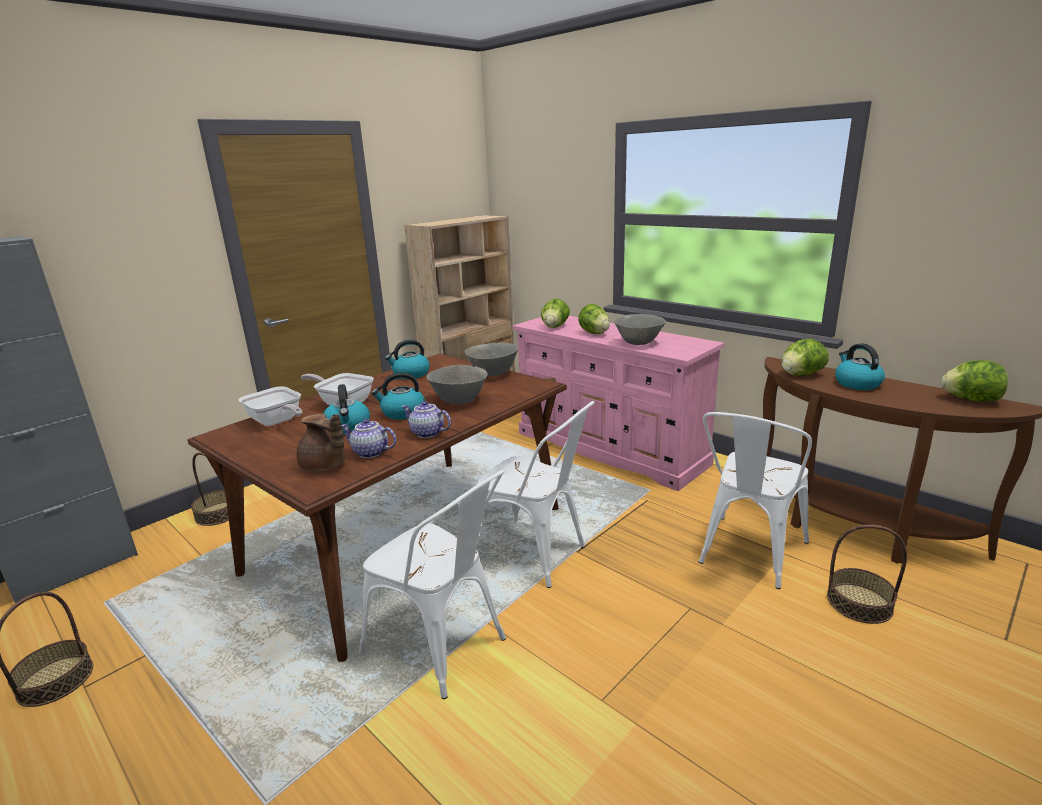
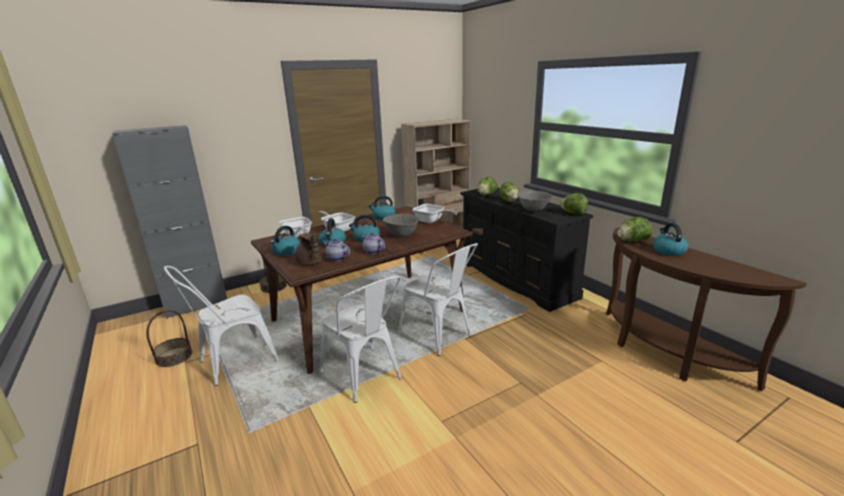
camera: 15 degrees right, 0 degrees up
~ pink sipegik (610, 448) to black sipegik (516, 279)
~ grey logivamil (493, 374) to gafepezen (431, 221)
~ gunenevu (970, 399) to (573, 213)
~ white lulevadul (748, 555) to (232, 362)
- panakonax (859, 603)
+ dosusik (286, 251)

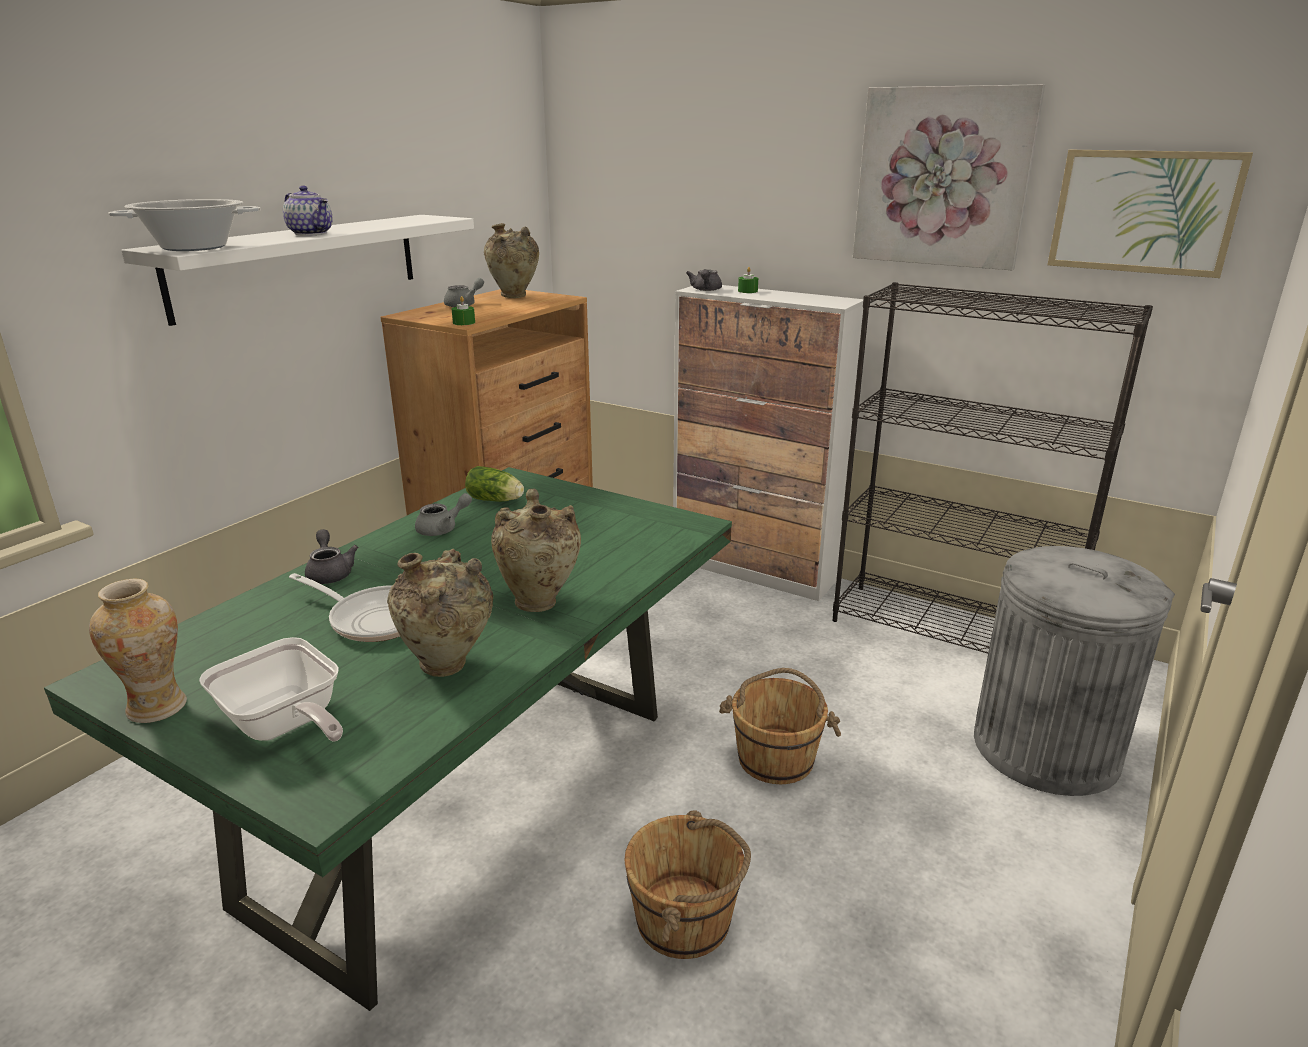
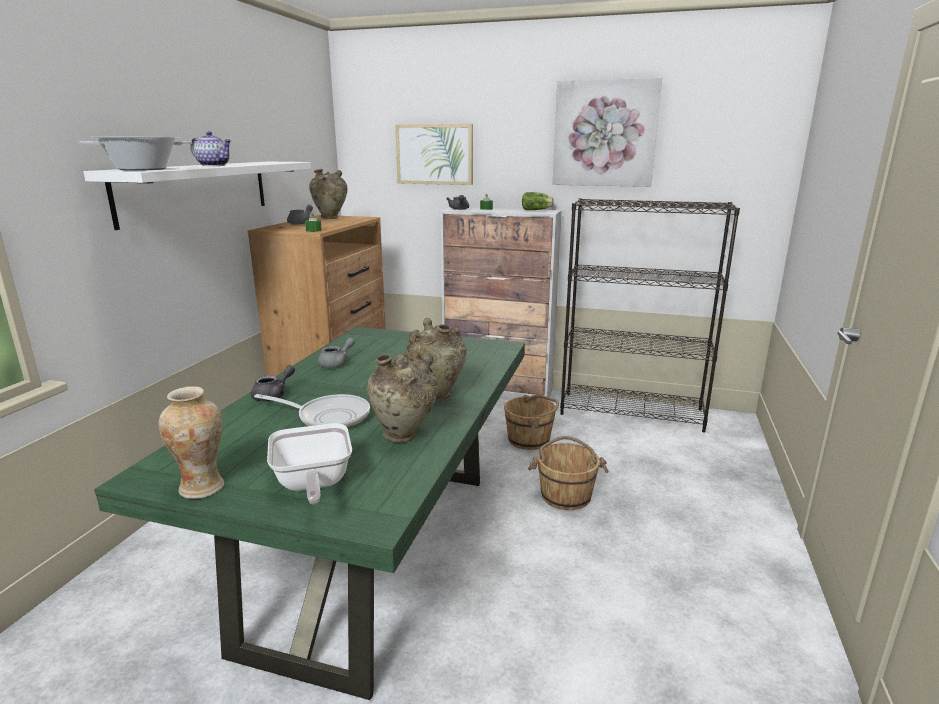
camera: 15 degrees left, 5 degrees down
~ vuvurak (1143, 212) to (434, 154)
~ gunenevu (496, 500) to (537, 210)
~ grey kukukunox (330, 573) = (274, 395) 75 degrees clockwise
- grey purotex (1046, 748)
~ gafepezen (285, 726) = (312, 485) 45 degrees clockwise
~ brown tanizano (685, 920) to (529, 440)

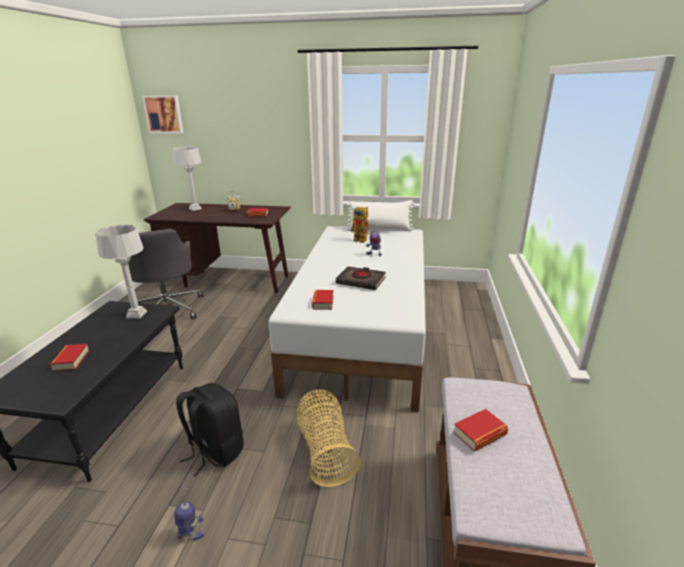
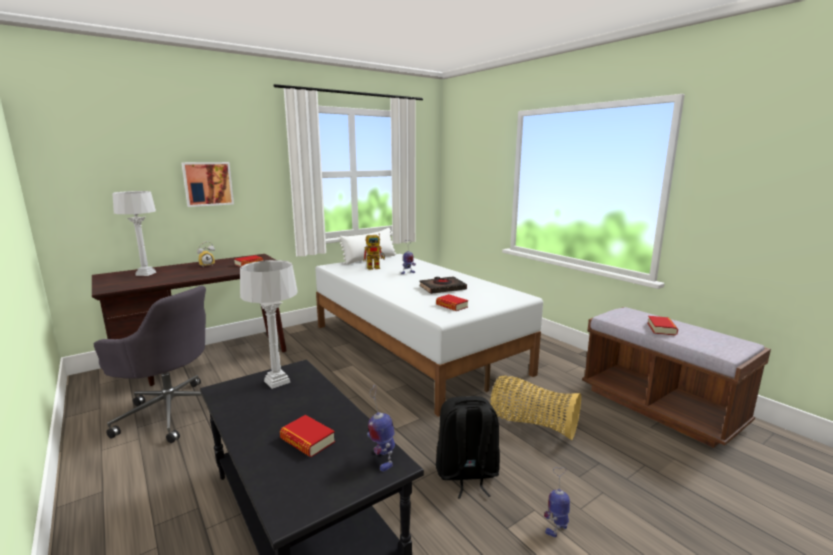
camera: 45 degrees left, 10 degrees down
~ vuvurak (164, 114) to (208, 184)
+ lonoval (382, 459)

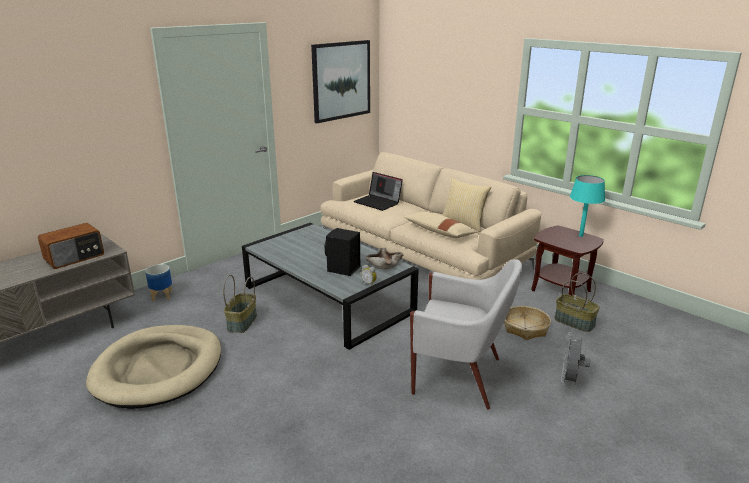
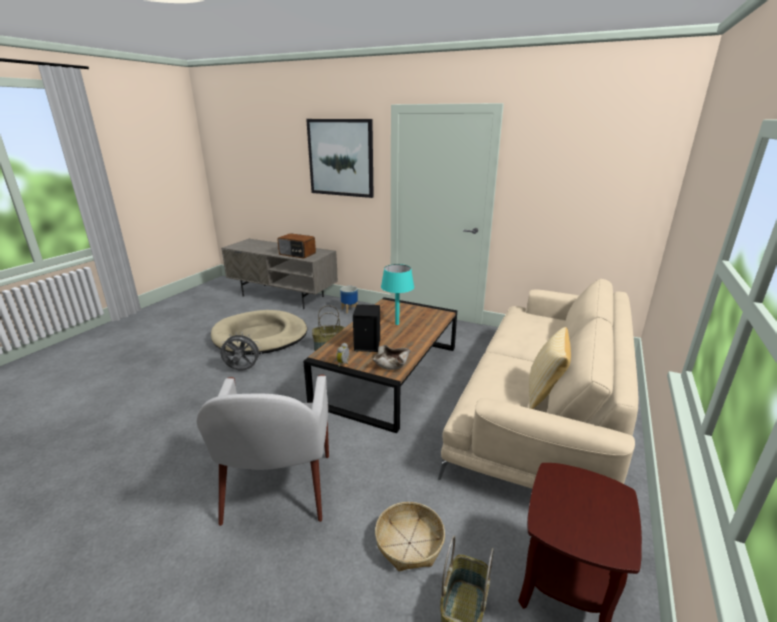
camera: 70 degrees right, 0 degrees up
~ vuvurak (341, 80) to (341, 158)
- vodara (378, 202)
~ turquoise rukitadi (581, 235) to (397, 324)
- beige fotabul (439, 232)
~ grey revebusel (328, 298) to brown revebusel (389, 374)
~ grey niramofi (569, 381) to (242, 370)

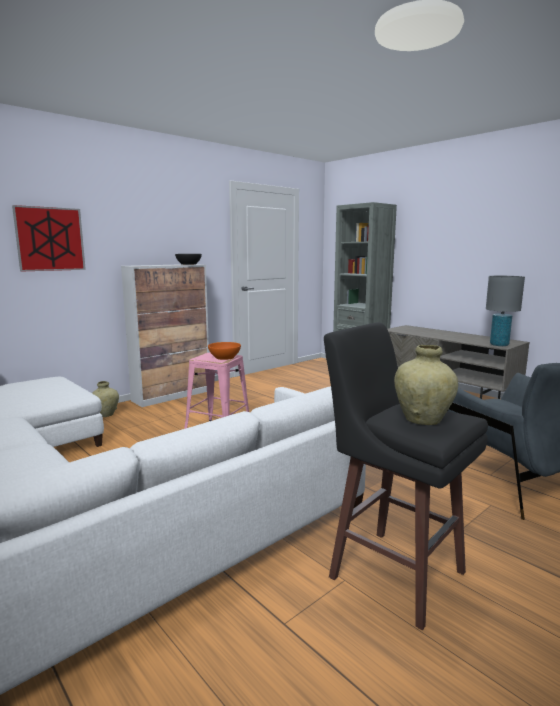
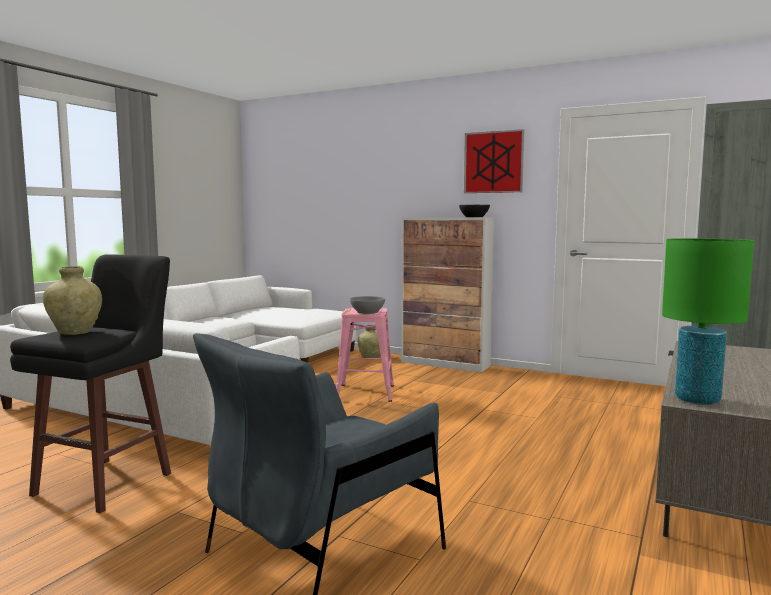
camera: 70 degrees right, 5 degrees down
~ vuvurak (50, 239) to (493, 162)
~ grey rukitadi (499, 345) to green rukitadi (697, 400)
~ orange logivamil (225, 357) to grey logivamil (367, 312)

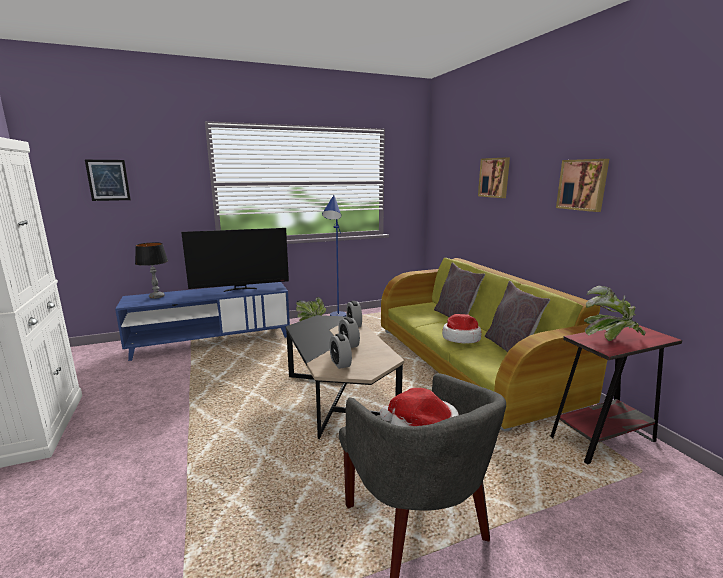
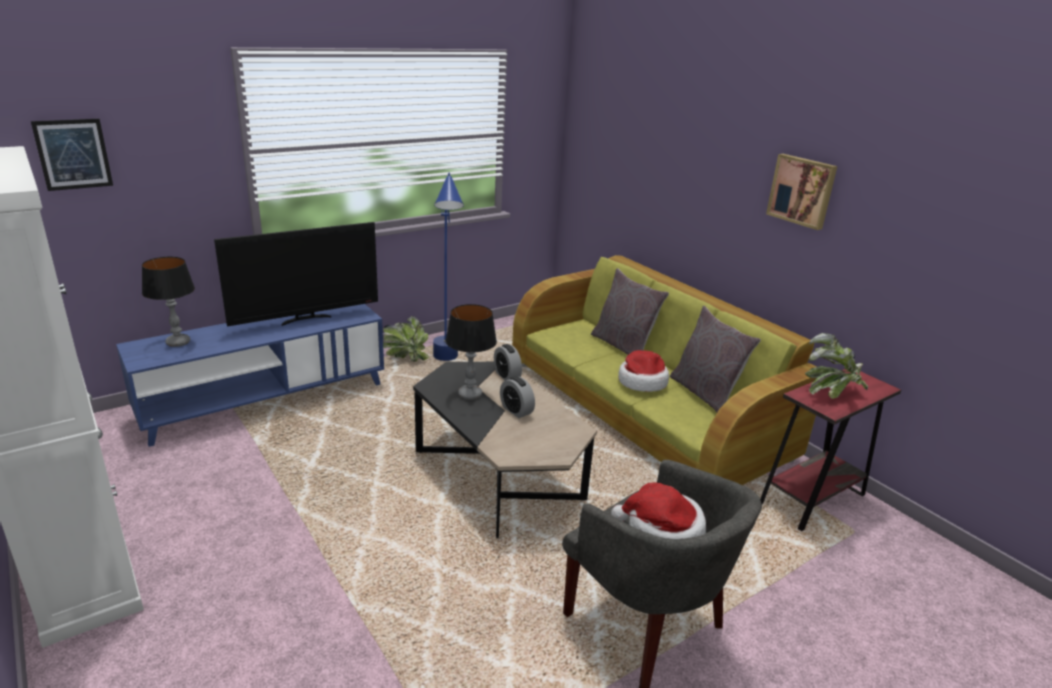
camera: 15 degrees left, 10 degrees up
- vuvurak (494, 177)
- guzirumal (340, 363)
+ rukitadi (470, 394)

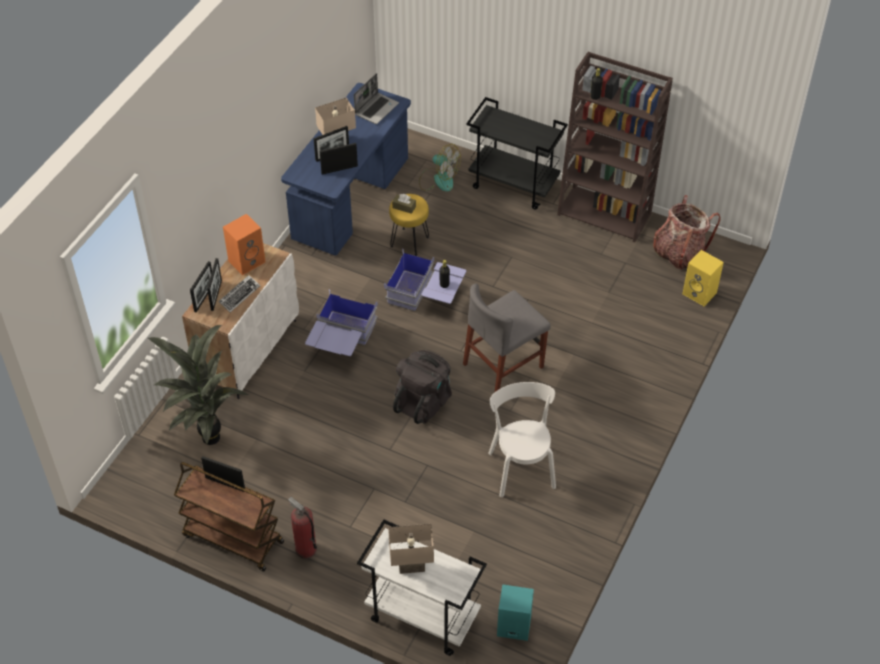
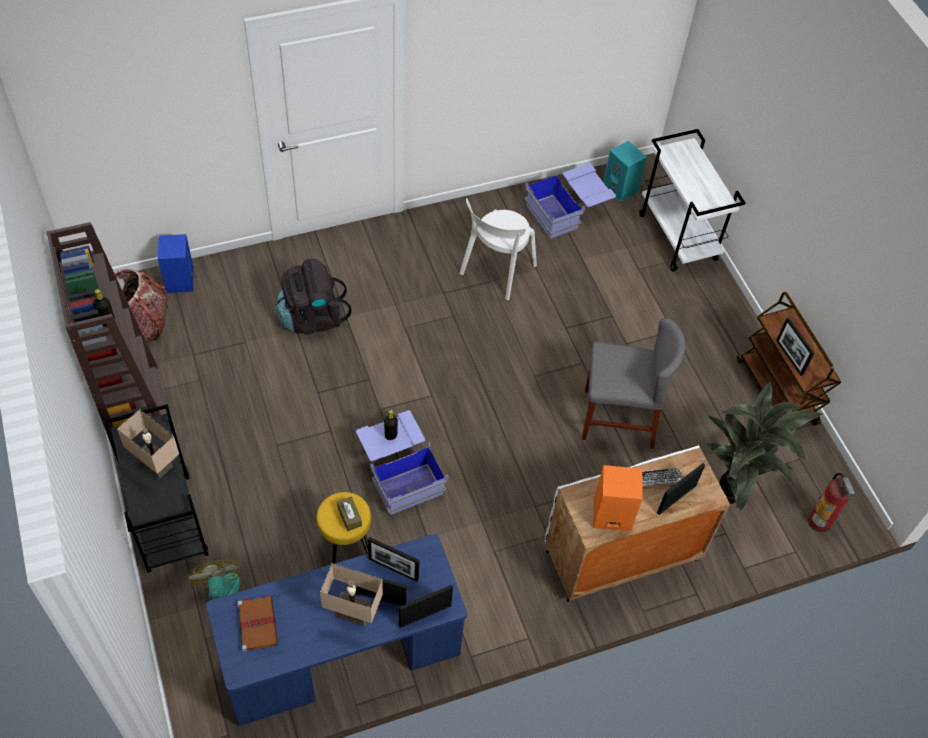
camera: 140 degrees left, 5 degrees up
~ vodara (376, 109) to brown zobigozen (257, 623)
~ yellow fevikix (700, 293) to blue fevikix (179, 280)
~ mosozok (204, 297) to (425, 615)
~ grey lulevadul (503, 365) to (618, 418)
~ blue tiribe (341, 342) to (567, 212)
~ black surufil (423, 402) to (312, 317)
~ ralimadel (305, 549) to (819, 522)
~ beige rukitadi (411, 567) to (157, 463)

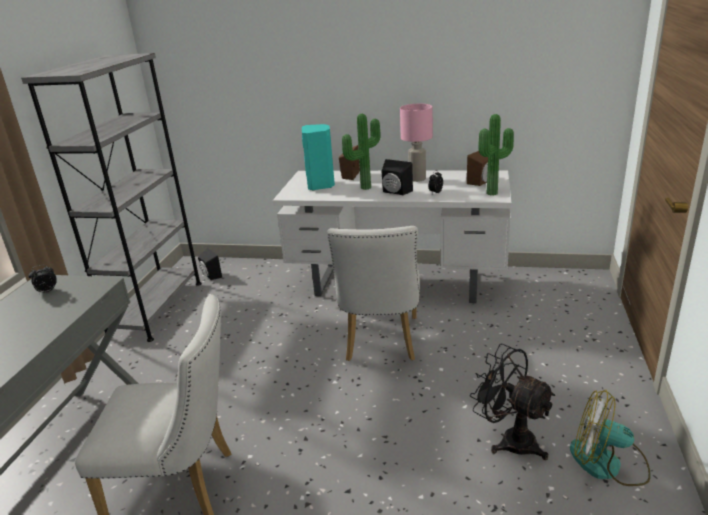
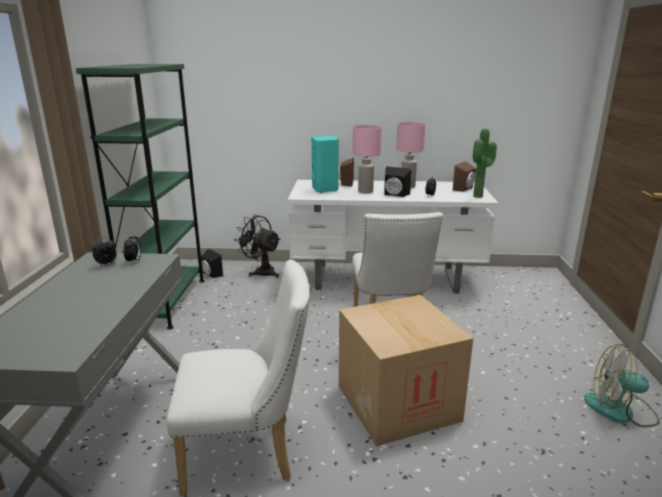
camera: 10 degrees left, 5 degrees down
~ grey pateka (156, 308) to green pateka (167, 302)
~ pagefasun (364, 187) to pink rukitadi (365, 191)
~ black niramofi (510, 439) to (261, 271)
+ guzirumal (134, 261)
+ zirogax (398, 403)

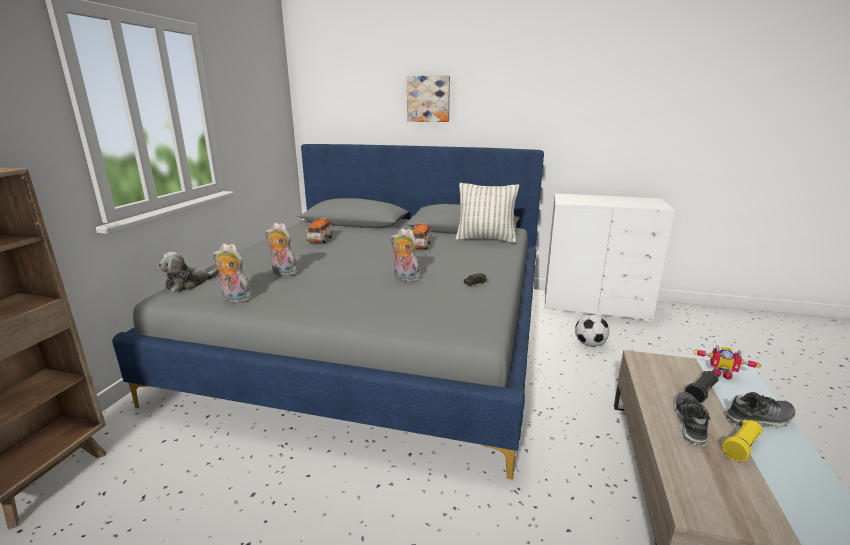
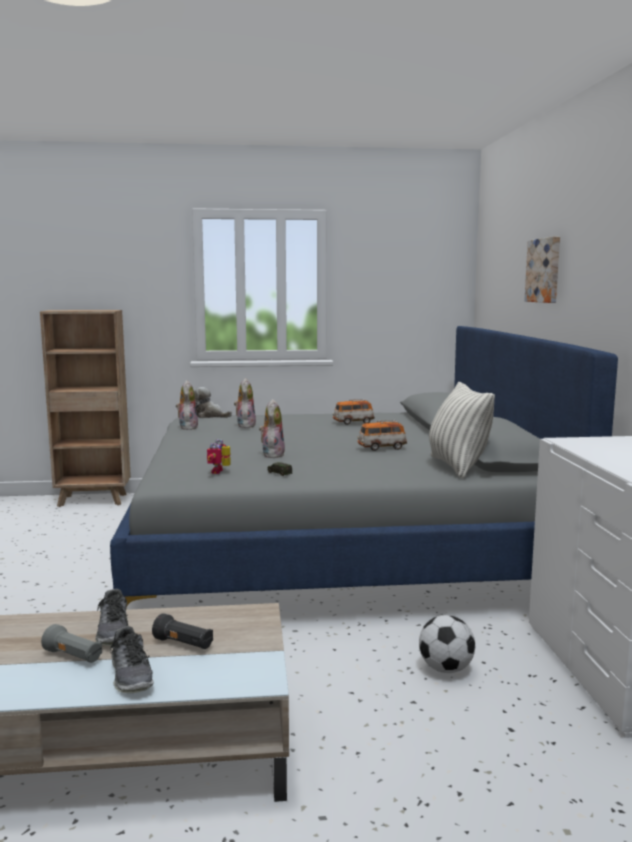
camera: 70 degrees right, 10 degrees down
~ lonoval (721, 374) to (220, 471)
~ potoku (689, 424) = (114, 631) 75 degrees clockwise
~ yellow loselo (741, 447) to grey loselo (73, 657)

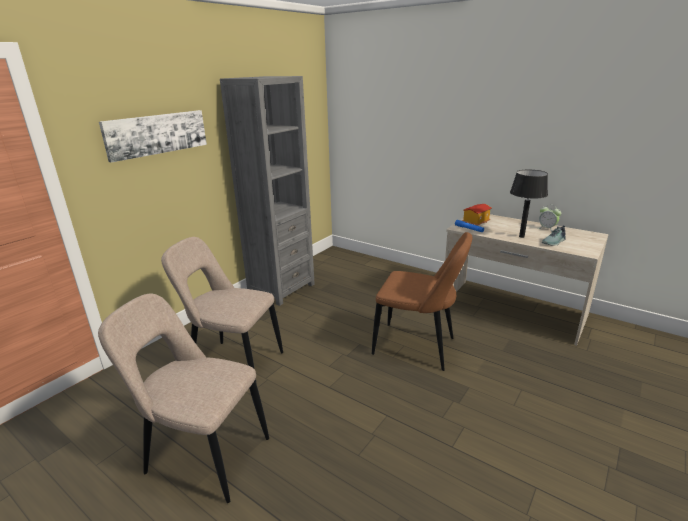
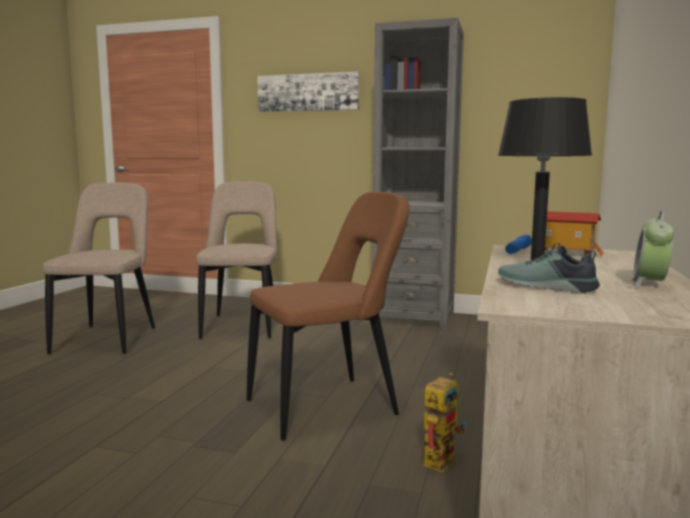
camera: 70 degrees right, 15 degrees down
~ brown lulevadul (418, 347) = (328, 406) 120 degrees counterclockwise
+ lonoval (441, 458)

